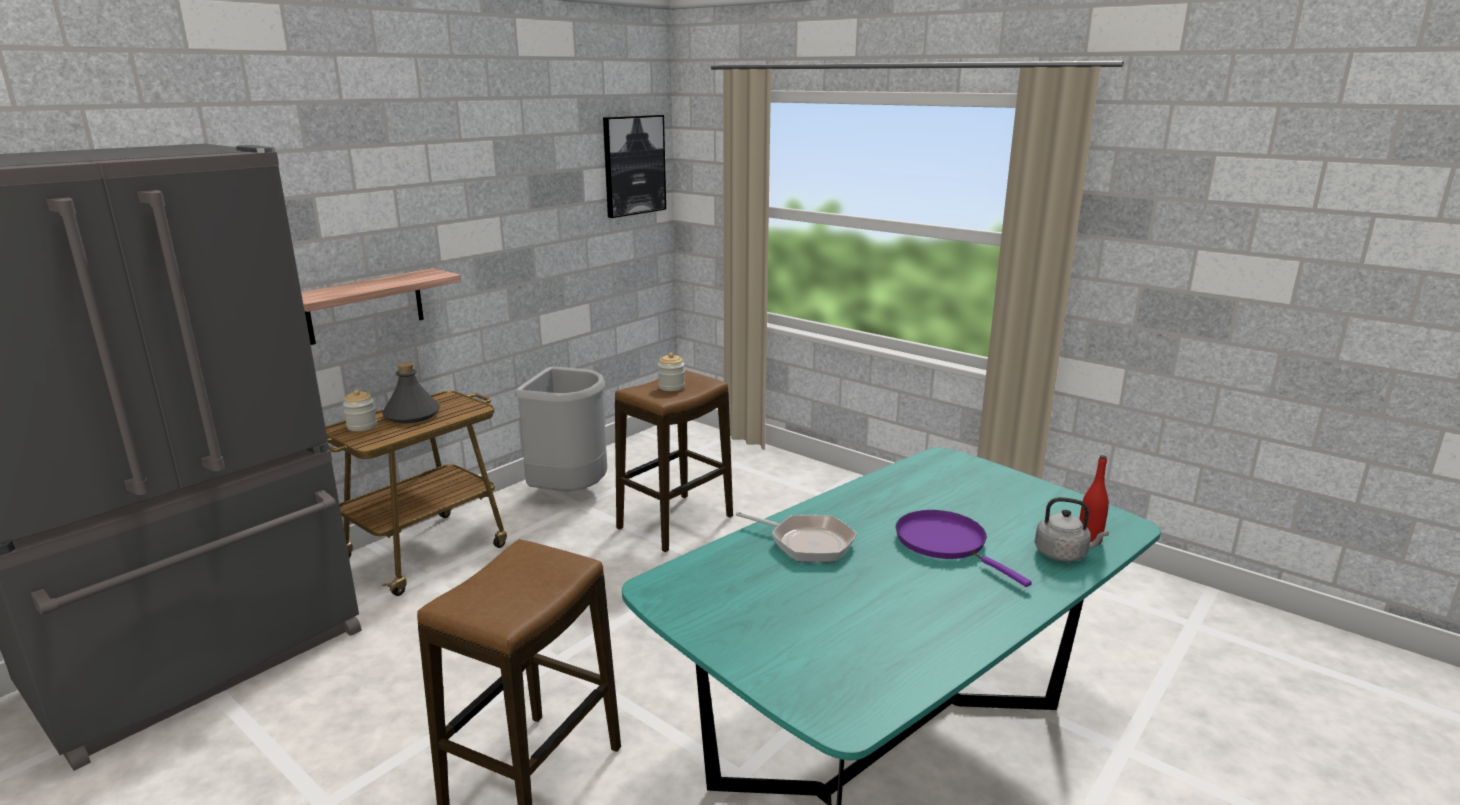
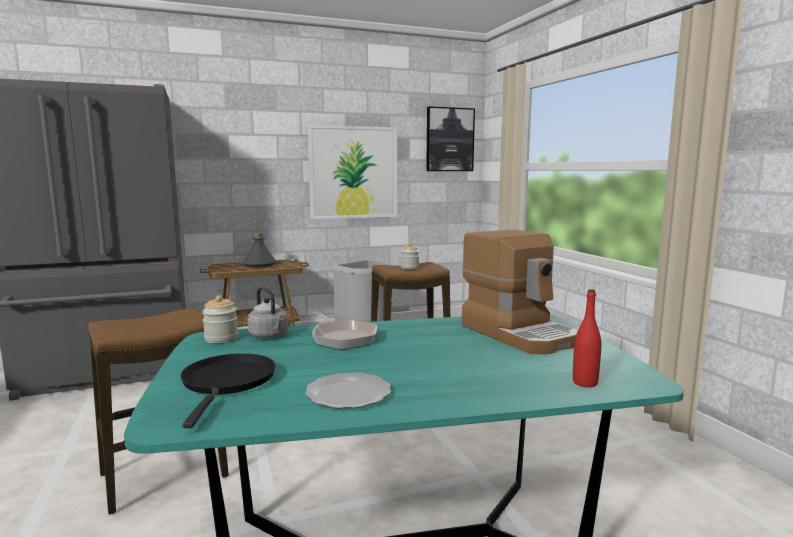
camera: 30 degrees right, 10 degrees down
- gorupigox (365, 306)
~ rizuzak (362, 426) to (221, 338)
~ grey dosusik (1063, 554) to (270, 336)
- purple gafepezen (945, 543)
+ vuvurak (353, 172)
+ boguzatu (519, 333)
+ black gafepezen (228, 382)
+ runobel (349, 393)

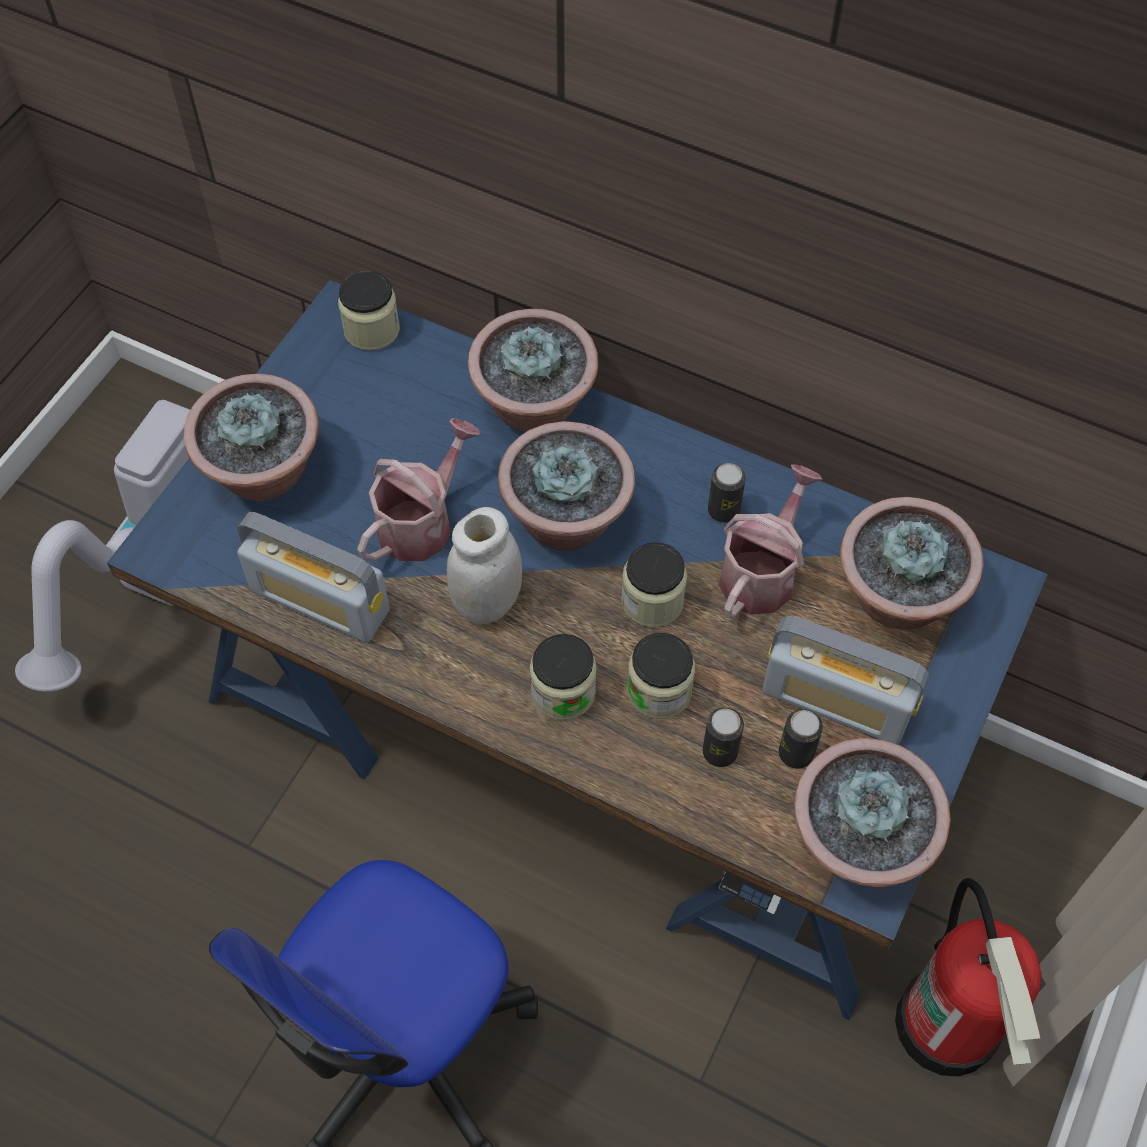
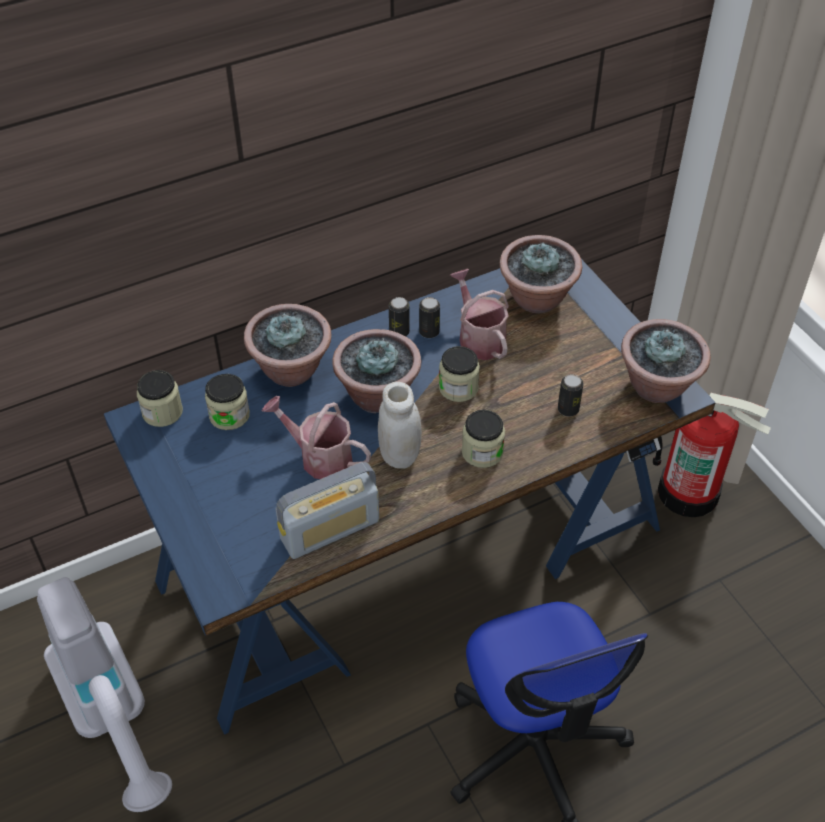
camera: 55 degrees left, 10 degrees down
- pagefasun (265, 475)
~ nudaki (421, 522) = (319, 457) 45 degrees counterclockwise
- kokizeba (836, 701)
~ rizuzak (659, 691) to (229, 415)
~ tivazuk (795, 753) to (399, 332)

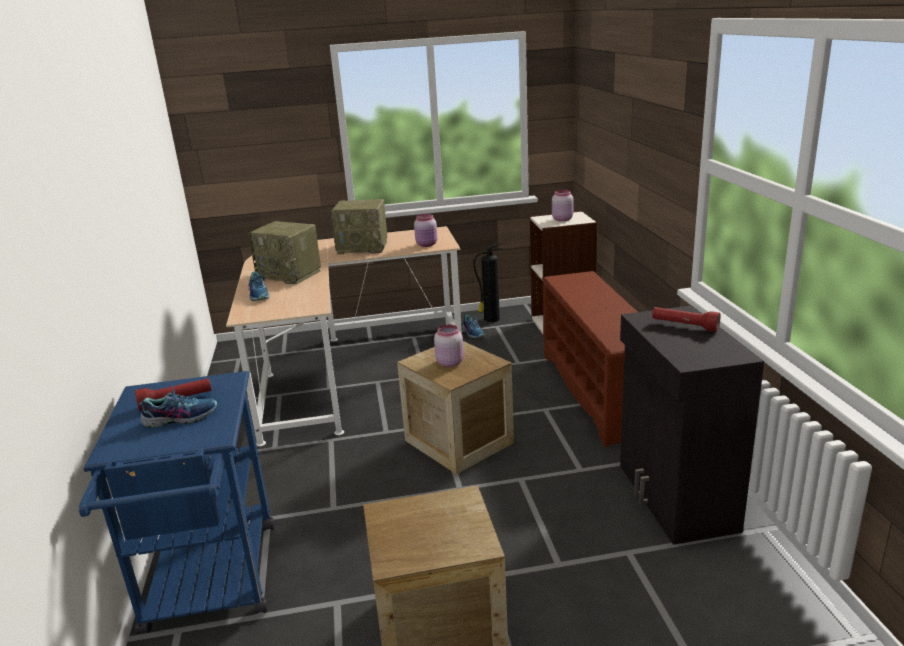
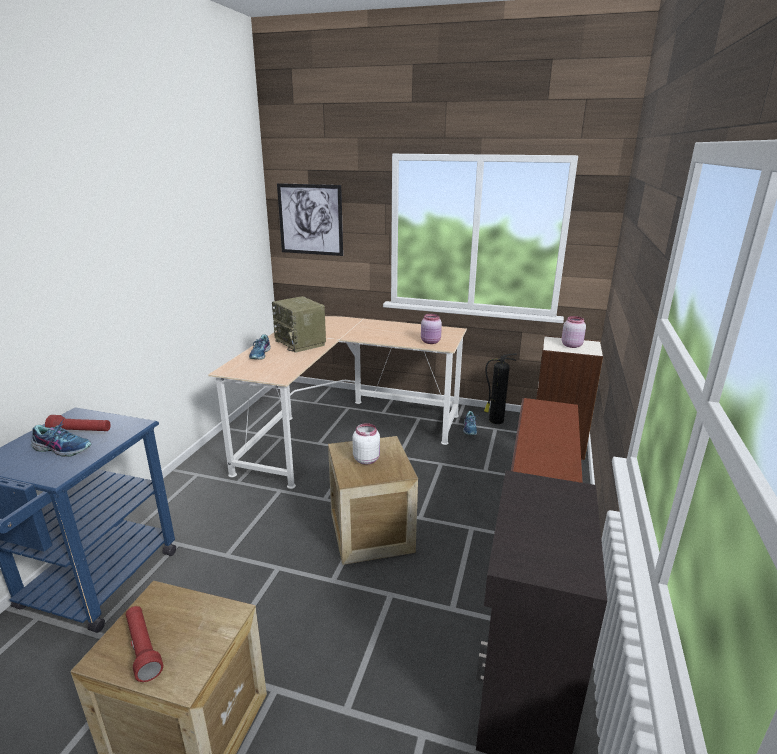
camera: 25 degrees right, 0 degrees up
- kokizeba (363, 247)
~ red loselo (684, 326) to (143, 648)
~ pink rizuzak (449, 362) to white rizuzak (366, 459)
+ vuvurak (310, 219)

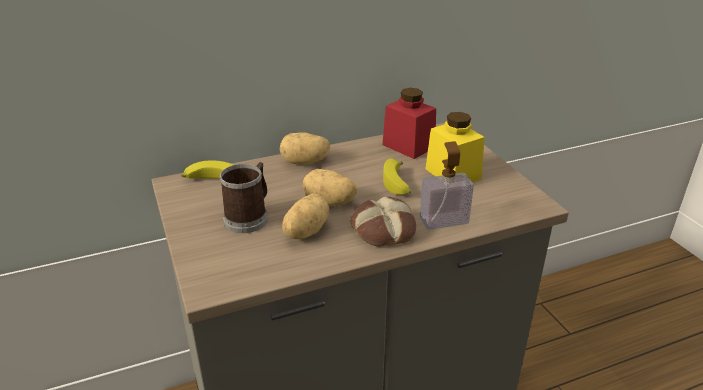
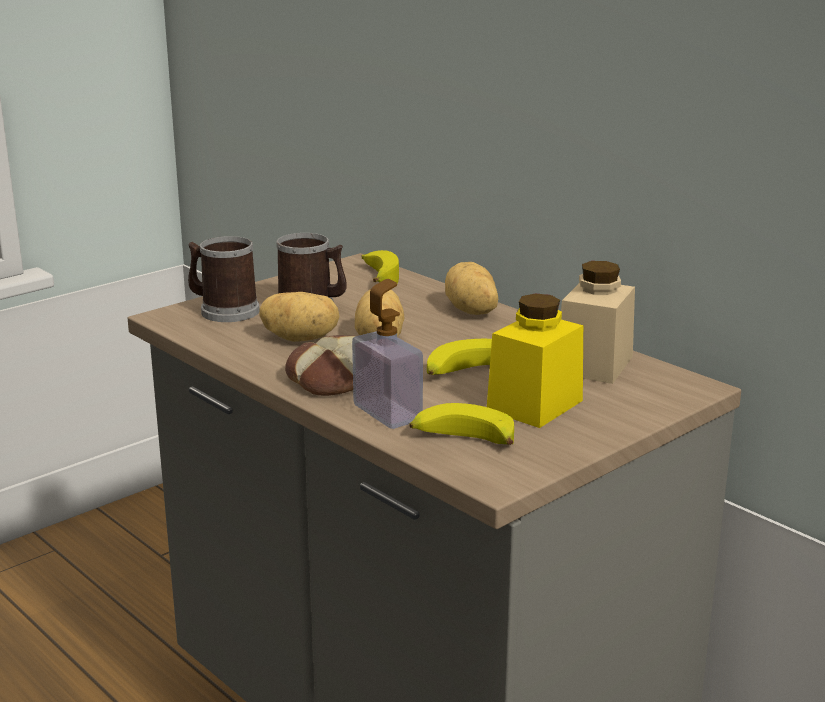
camera: 70 degrees right, 10 degrees down
~ red rizuzak (408, 146) to beige rizuzak (594, 365)
+ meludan (223, 311)
+ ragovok (462, 440)

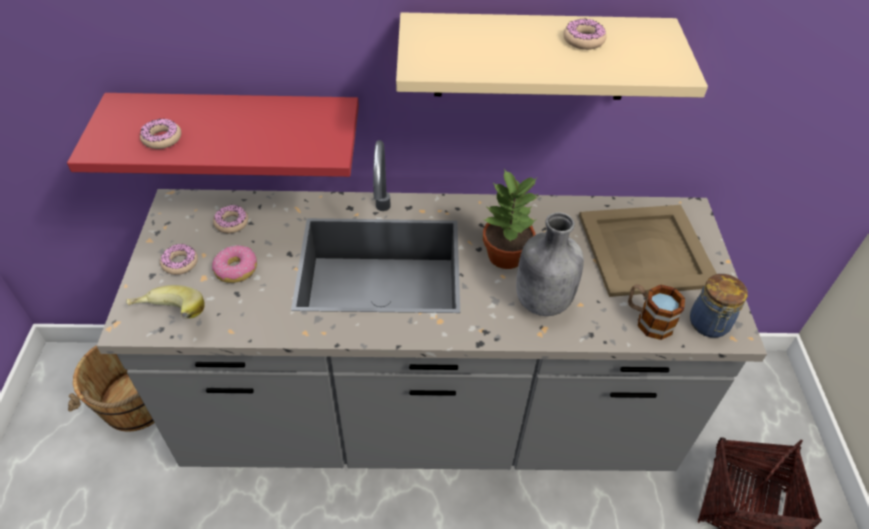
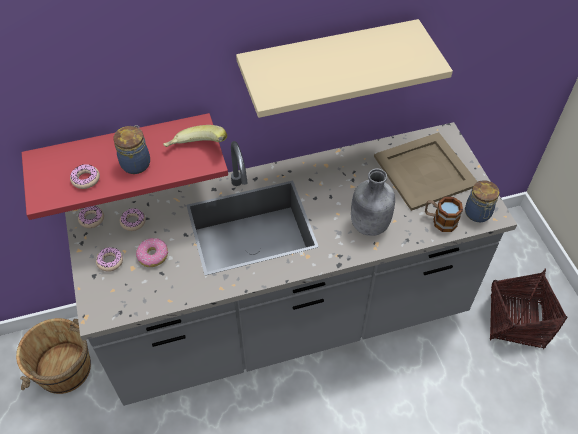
camera: 15 degrees left, 5 degrees up
~ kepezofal (583, 40) to (92, 219)
- pagefasun (506, 256)
~ ragovok (170, 319) to (196, 151)
+ rizuzak (136, 163)

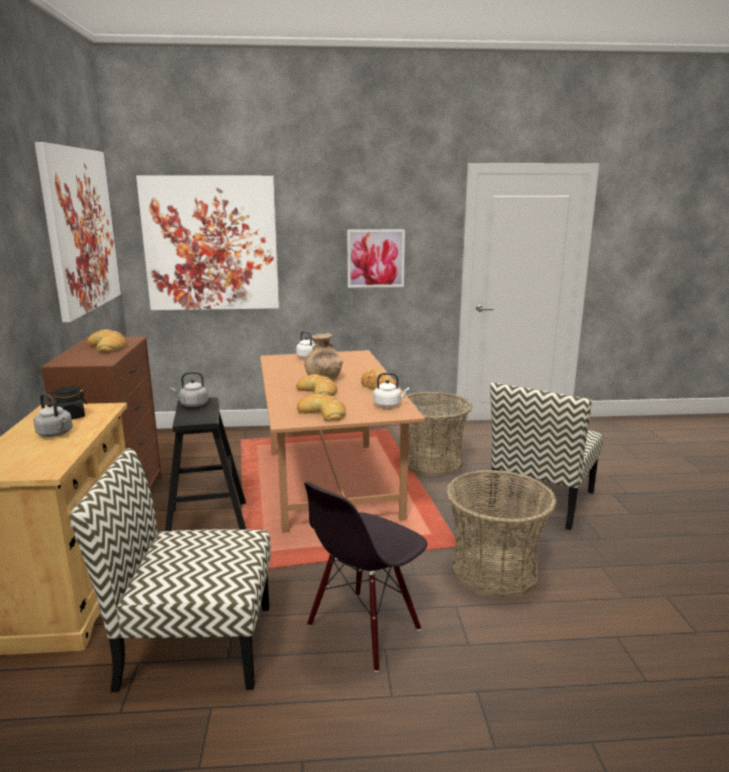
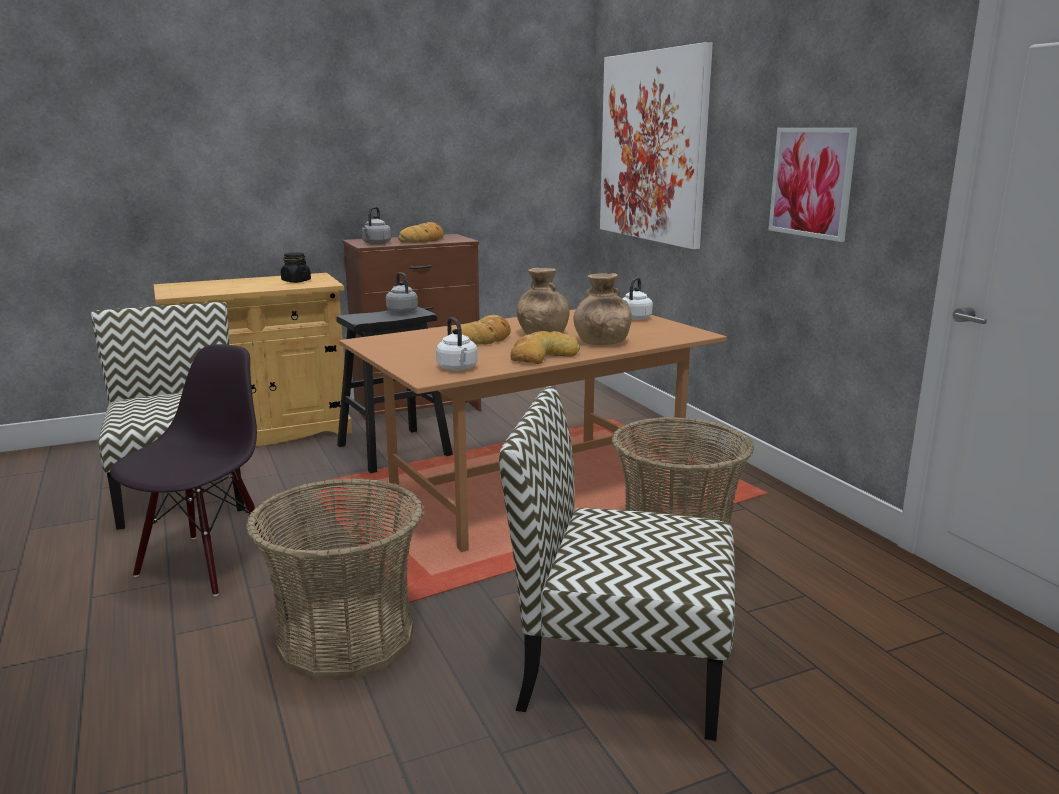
camera: 70 degrees right, 0 degrees up
- vuvurak (80, 230)
~ grey dosusik (56, 434) to (376, 243)
- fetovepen (323, 412)
~ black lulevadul (364, 629) = (206, 564) 90 degrees clockwise
+ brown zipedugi (601, 342)

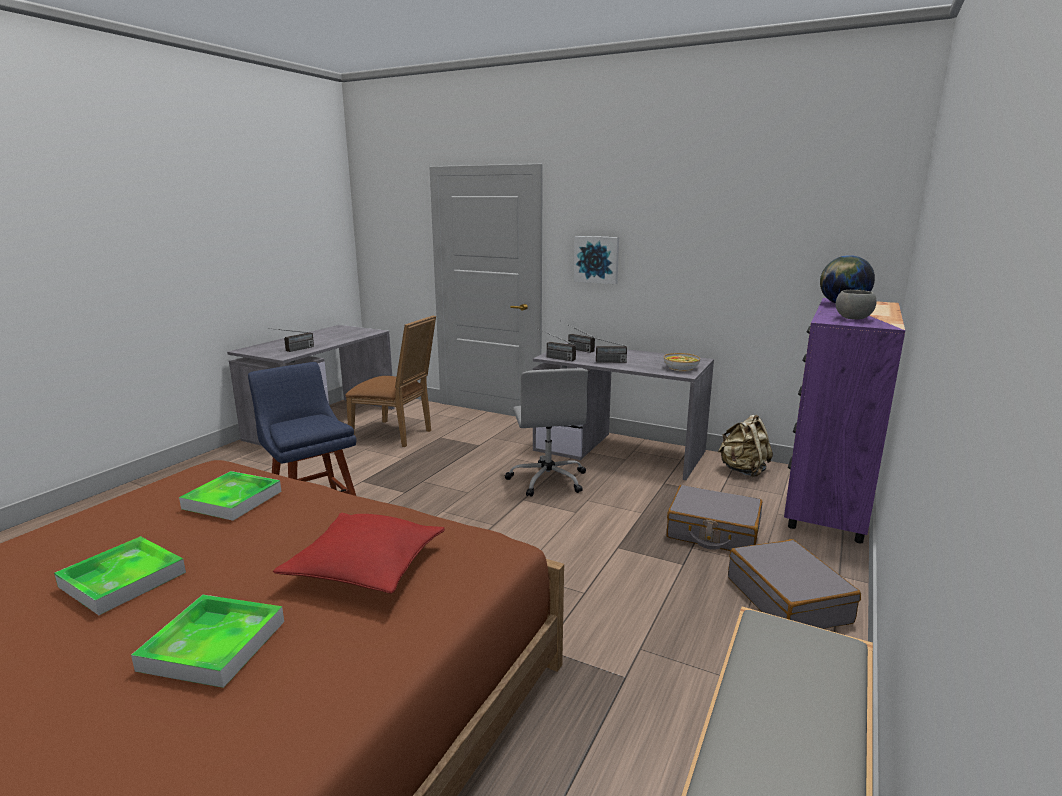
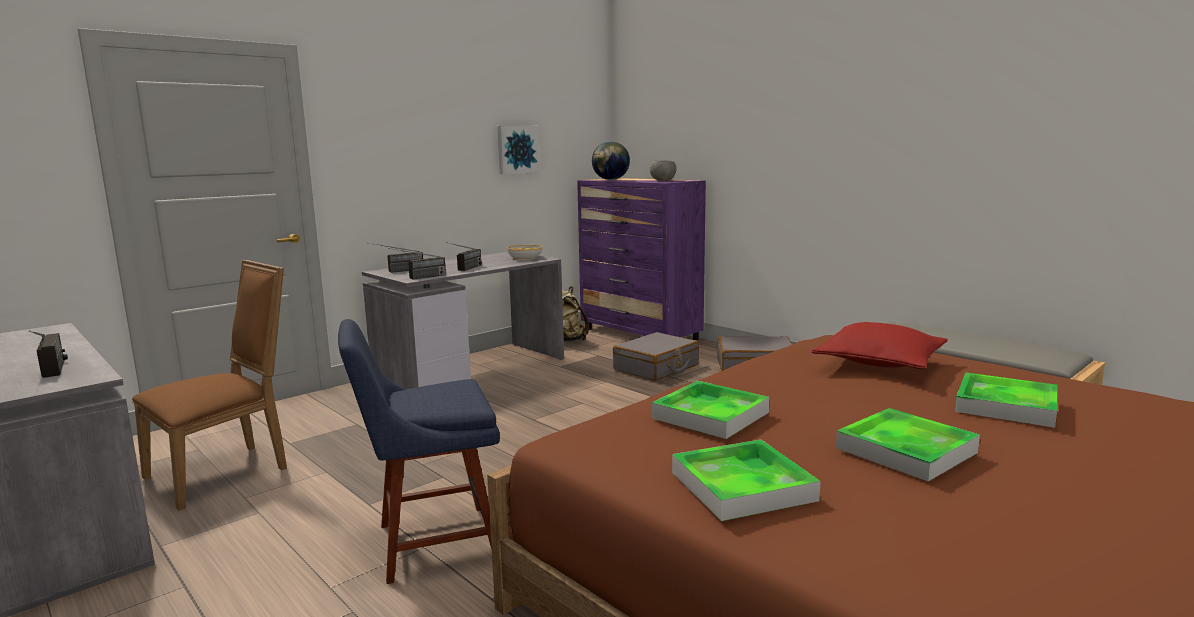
camera: 70 degrees left, 5 degrees down
~ vuvurak (597, 259) to (517, 149)
- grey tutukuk (548, 480)
+ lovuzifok (742, 486)

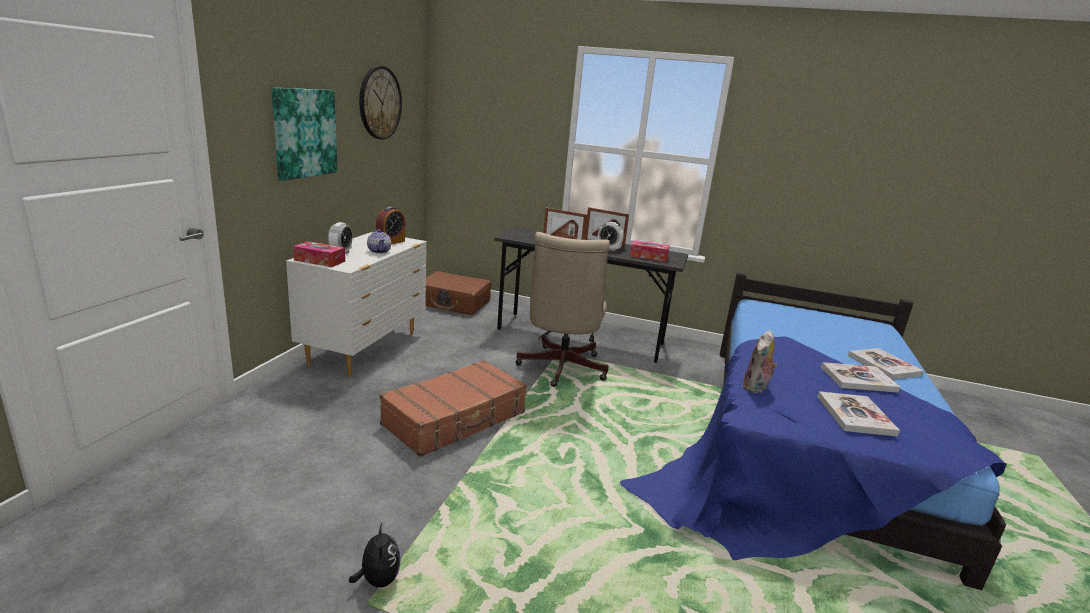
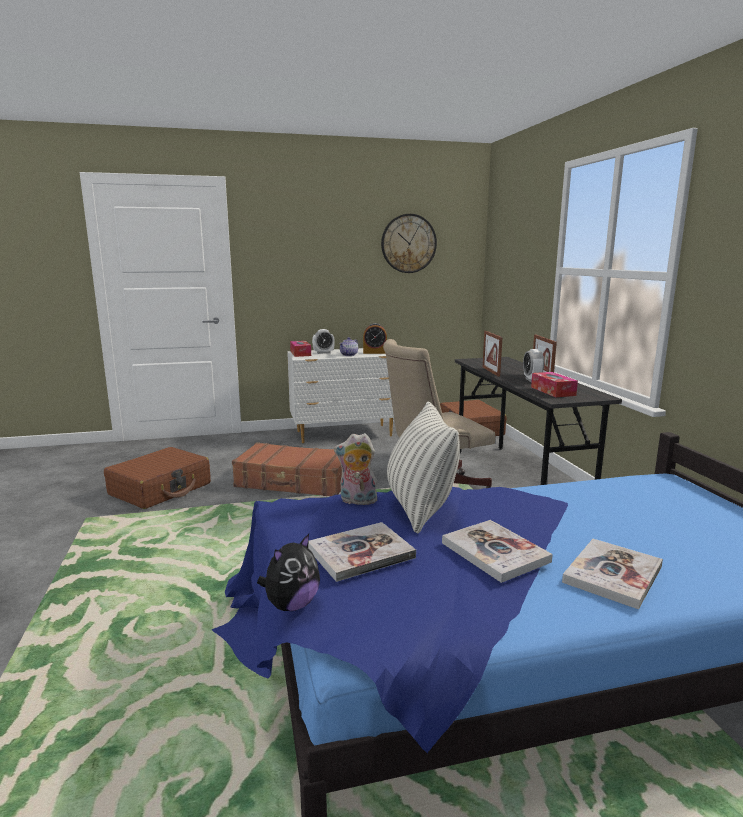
camera: 60 degrees right, 5 degrees down
- vuvurak (304, 133)
~ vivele (378, 580) to (291, 605)
+ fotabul (420, 508)
+ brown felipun (161, 489)

